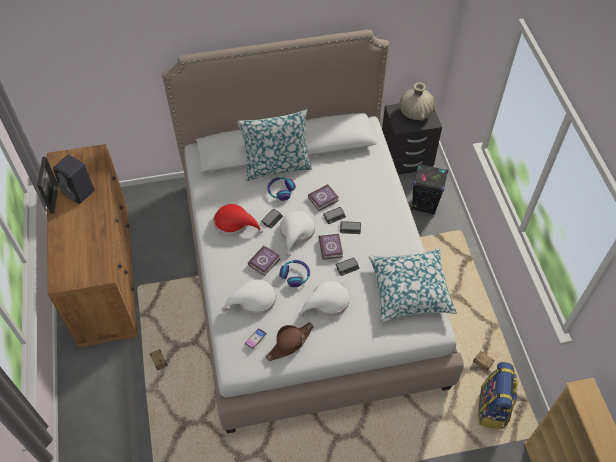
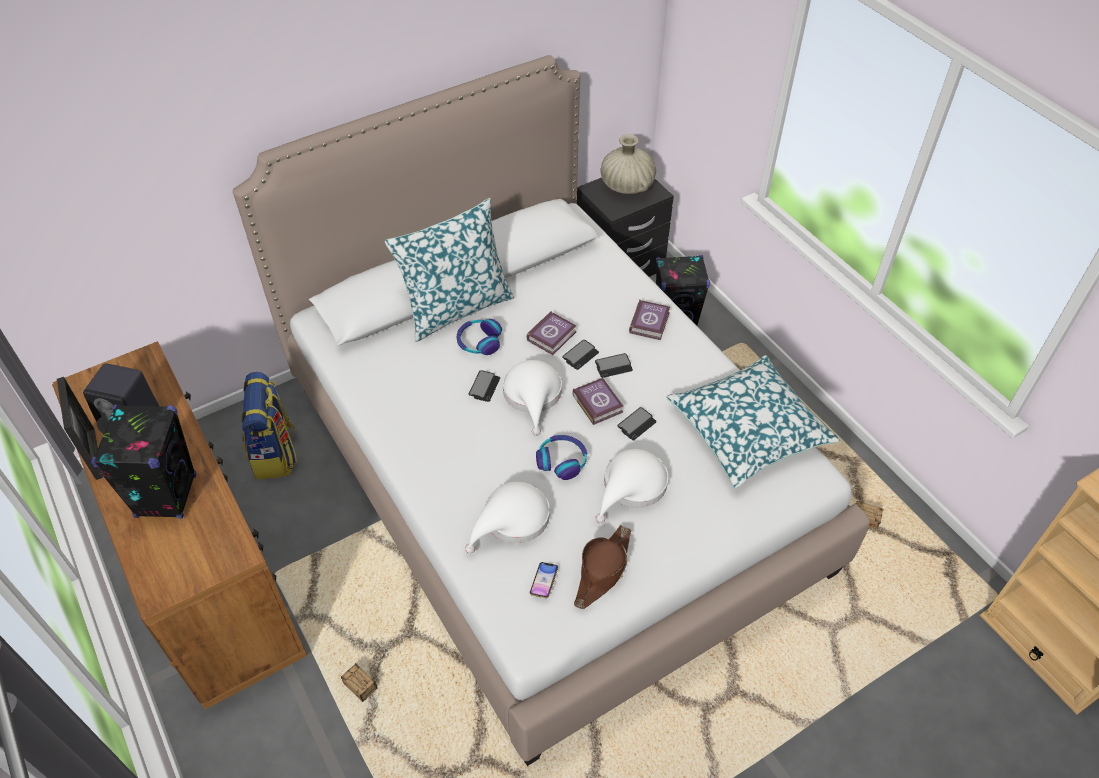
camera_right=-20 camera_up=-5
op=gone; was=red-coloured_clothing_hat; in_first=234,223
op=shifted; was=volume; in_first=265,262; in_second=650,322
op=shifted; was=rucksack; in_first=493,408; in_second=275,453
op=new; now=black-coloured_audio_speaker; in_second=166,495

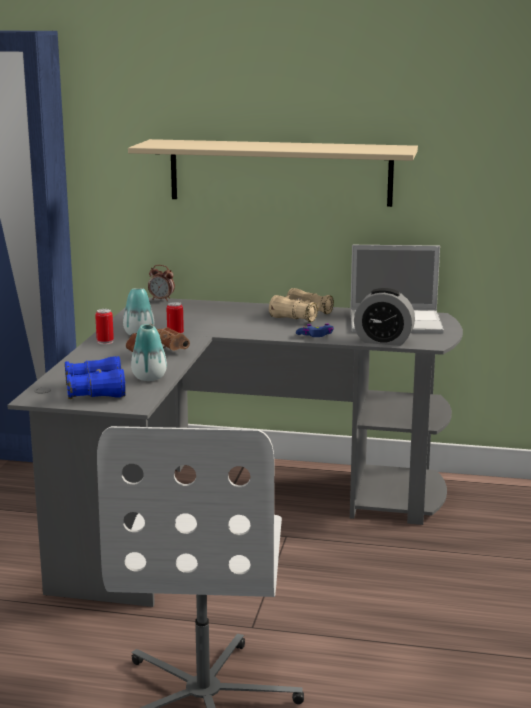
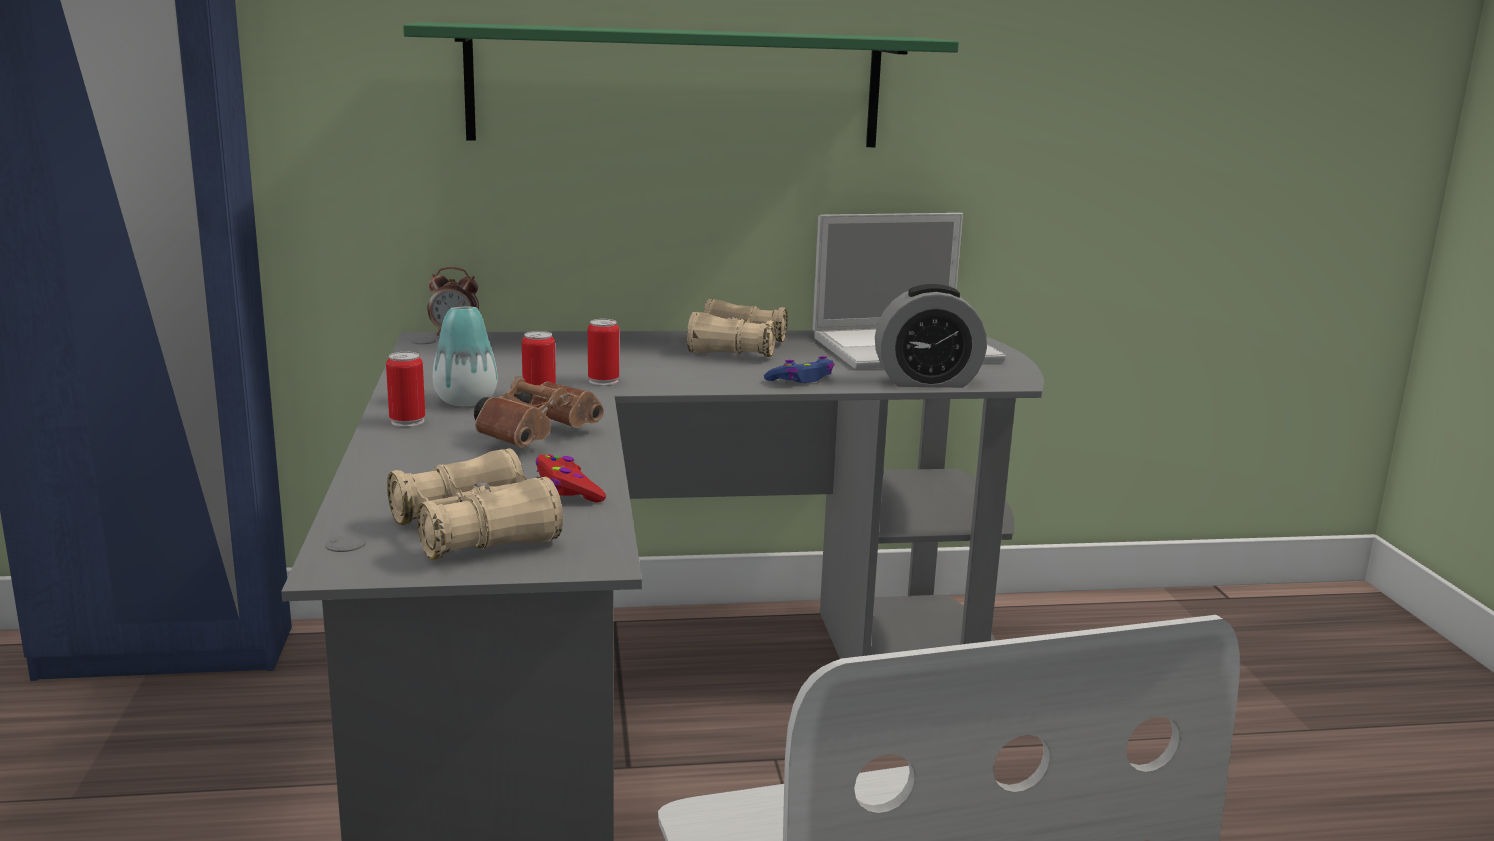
camera_right=-20 camera_up=0
op=repainted; was=blue-coloured_pair_of_binoculars; now=beige_pair_of_binoculars; in_first=95,391; in_second=475,532
op=repainted; was=beige_wall_shelf; now=green_wall_shelf; in_first=280,172; in_second=676,87
op=swapped; was=decorative_vase; now=red-coloured_gamepad; in_first=149,378; in_second=568,490
op=new; now=metal_can; in_second=603,381

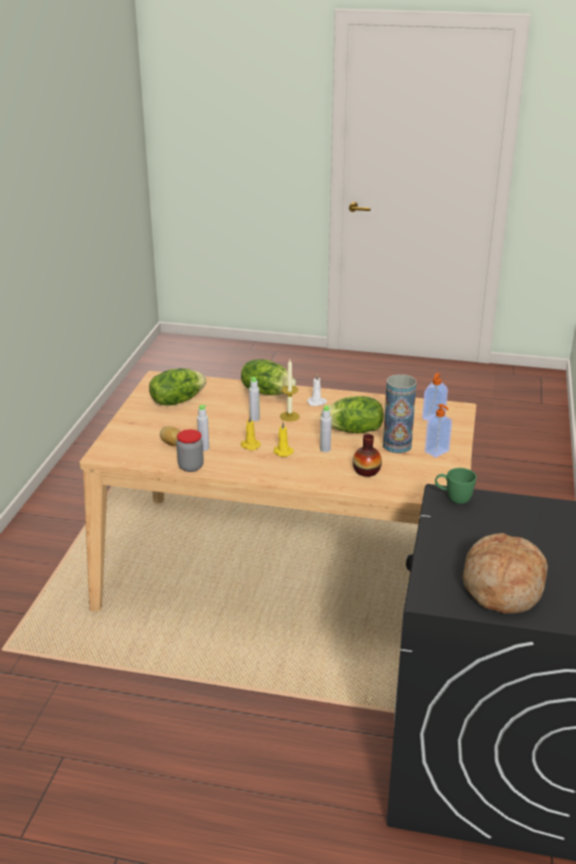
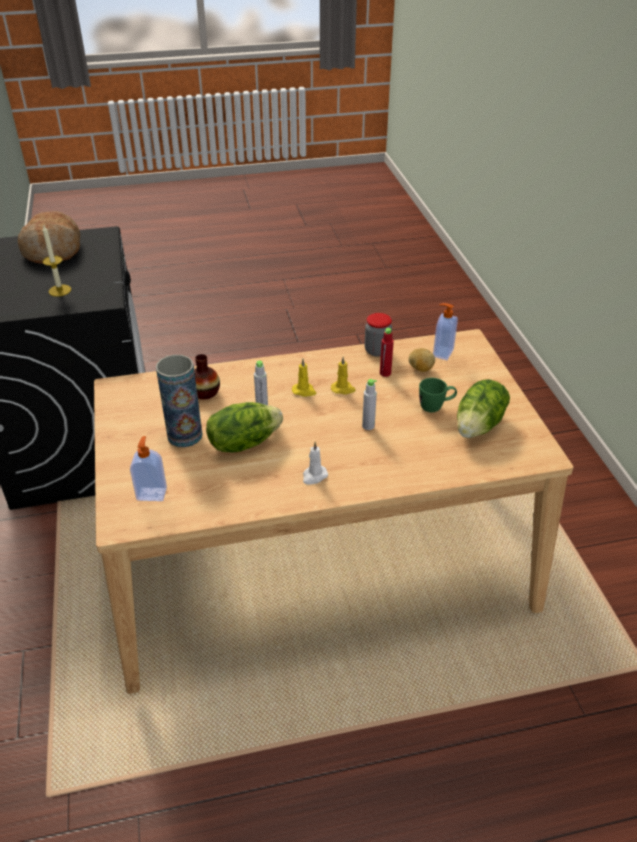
camera_right=155 camera_up=10
op=repainted; was=greyish_beverage_bottle; now=red-coloured_beverage_bottle; in_first=204,448; in_second=385,373
op=gone; was=lettuce; in_first=267,392
op=shifted; was=wax_candle; in_first=289,416; in_second=60,290
op=shifted; was=soap_dispenser; in_first=437,452; in_second=442,353
op=shifted; was=green_mug; in_first=453,499; in_second=436,407

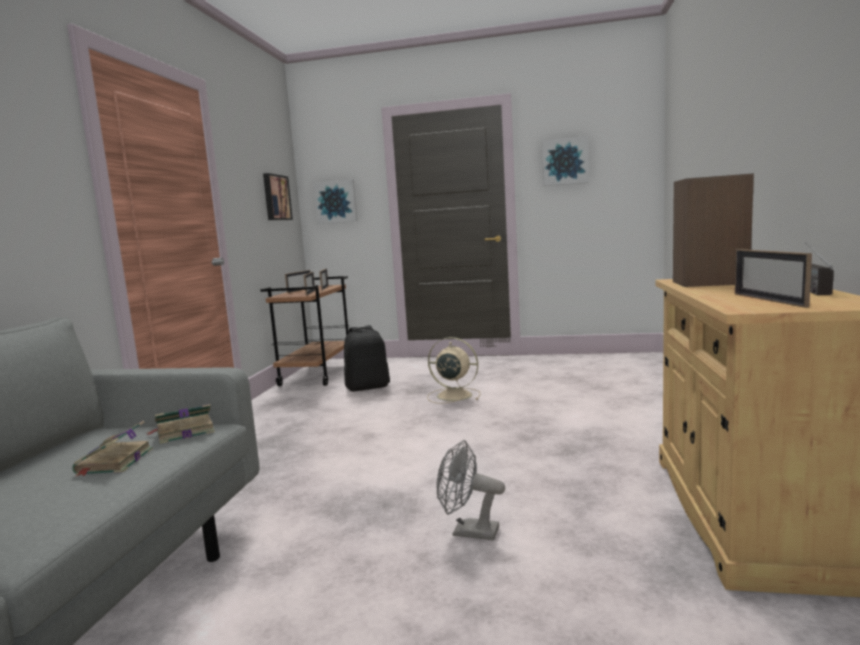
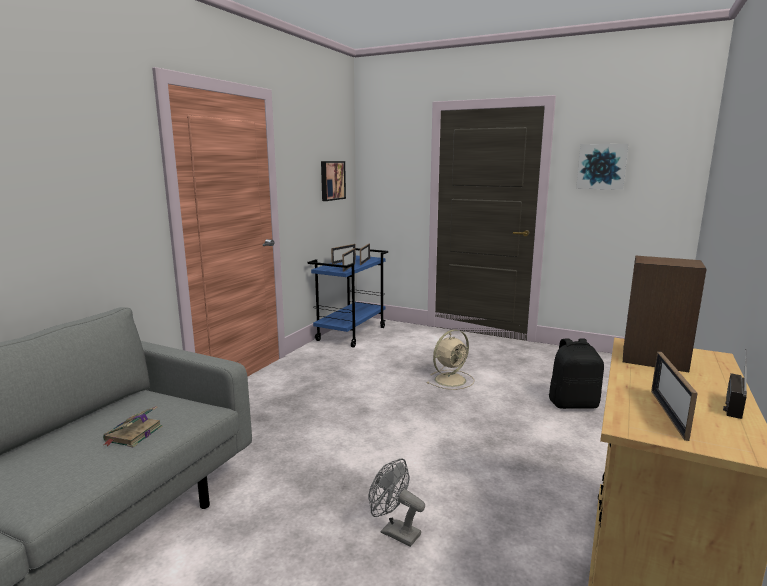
camera_right=15 camera_up=5
op=gone; was=volume; in_first=183,432
op=repainted; was=brownish_trolley; now=blue-coloured_trolley; in_first=317,374; in_second=351,333
op=gone; was=wall_picture; in_first=336,202
op=shifted; was=black-coloured_rucksack; in_first=368,387; in_second=573,404
op=rotated; was=beige_fan; in_first=452,395; in_second=451,379; clockwise=105

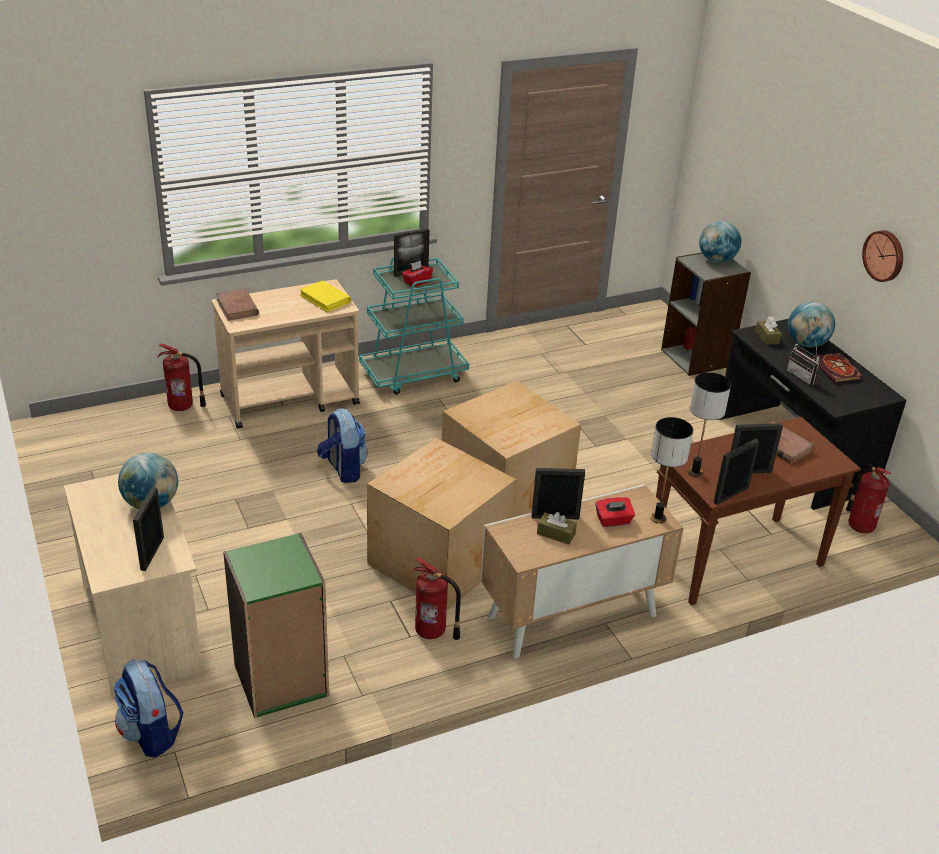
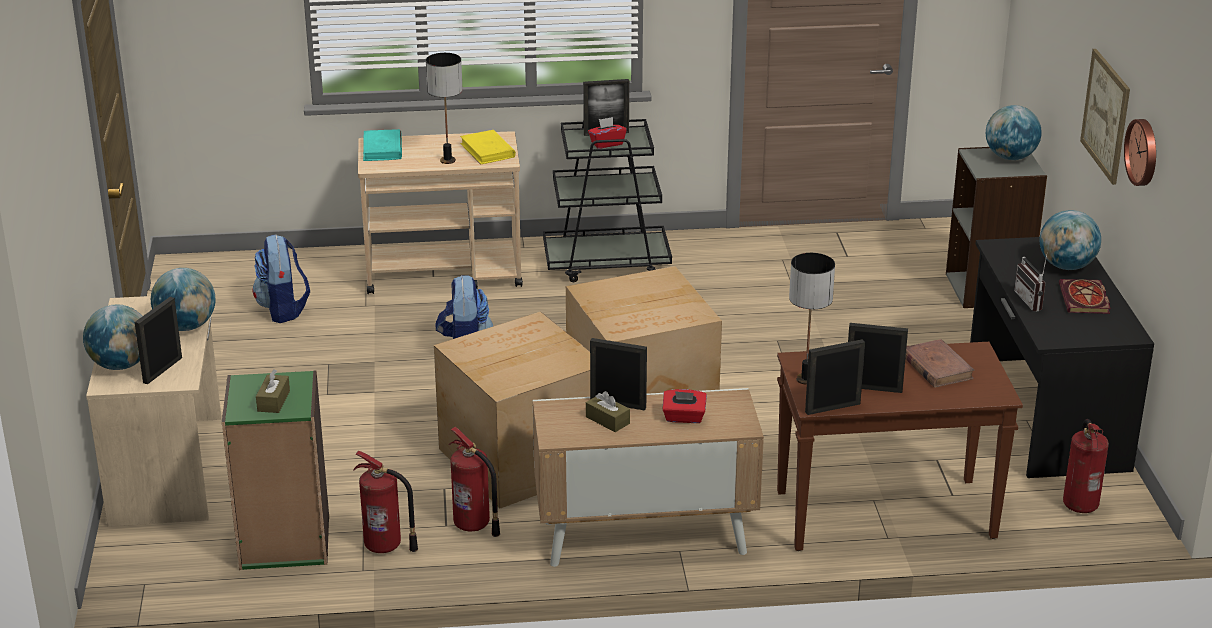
camera_right=20 camera_up=-5
op=shifted; was=rucksack; in_first=151,733; in_second=283,310
op=shifted; was=fire-fighting_cylinder; in_first=182,406; in_second=385,546
op=repainted; was=brownish_volume; now=turquoise_volume; in_first=237,307; in_second=382,149
op=repainted; was=turquoise_trolley; now=black-coloured_trolley; in_first=414,374; in_second=607,263
op=shifted; was=lamp_for_a_table; in_first=658,518; in_second=448,160
op=shifted; was=brownish_box_of_tissues; in_first=767,337; in_second=273,401
op=new; now=desk_globe; in_second=121,365
op=new; now=wall_picture; in_second=1106,115

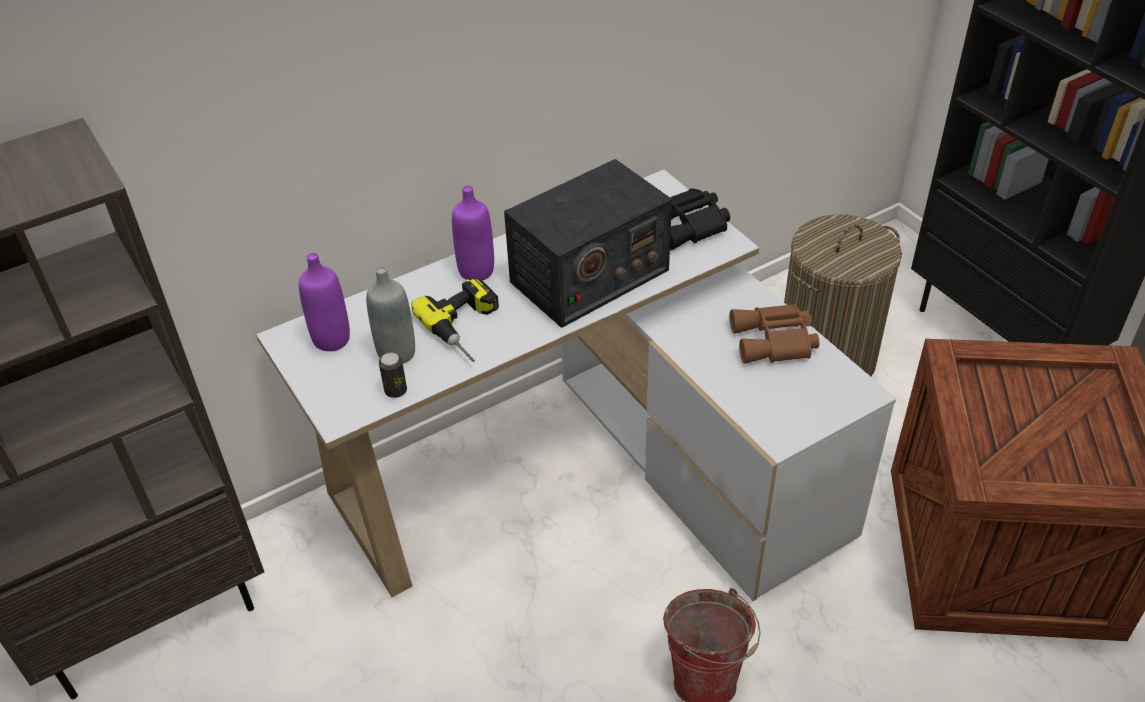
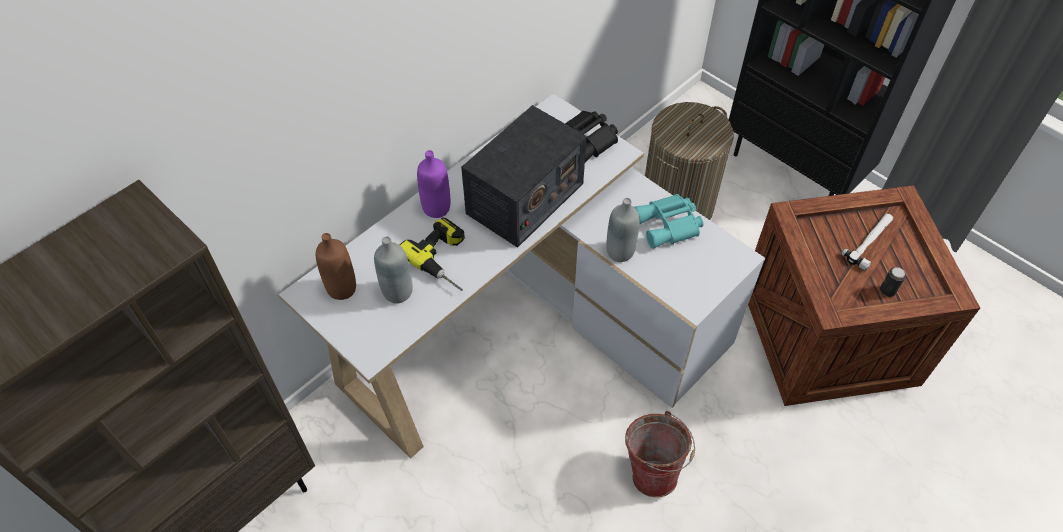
camera_right=-15 camera_up=10
op=repainted; was=purplish_beverage_bottle; now=brownish_beverage_bottle; in_first=331,339; in_second=342,288
op=shifted; was=metal_can; in_first=395,390; in_second=887,291
op=repainted; was=brownish_pair_of_binoculars; now=turquoise_pair_of_binoculars; in_first=775,342; in_second=669,226
op=new; now=greyish_beverage_bottle; in_second=620,252
op=new; now=tool_hammer; in_second=870,241

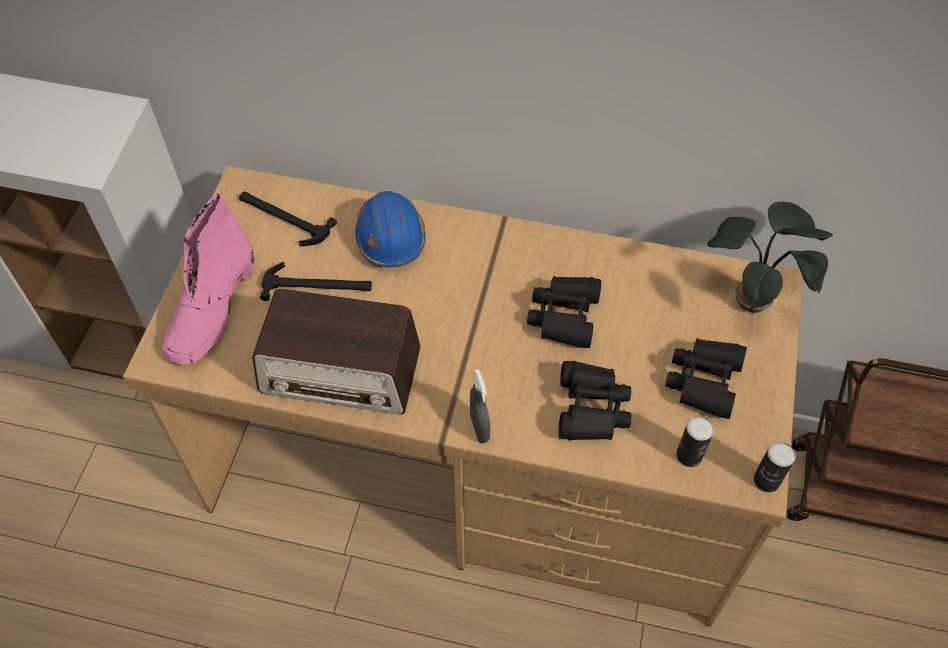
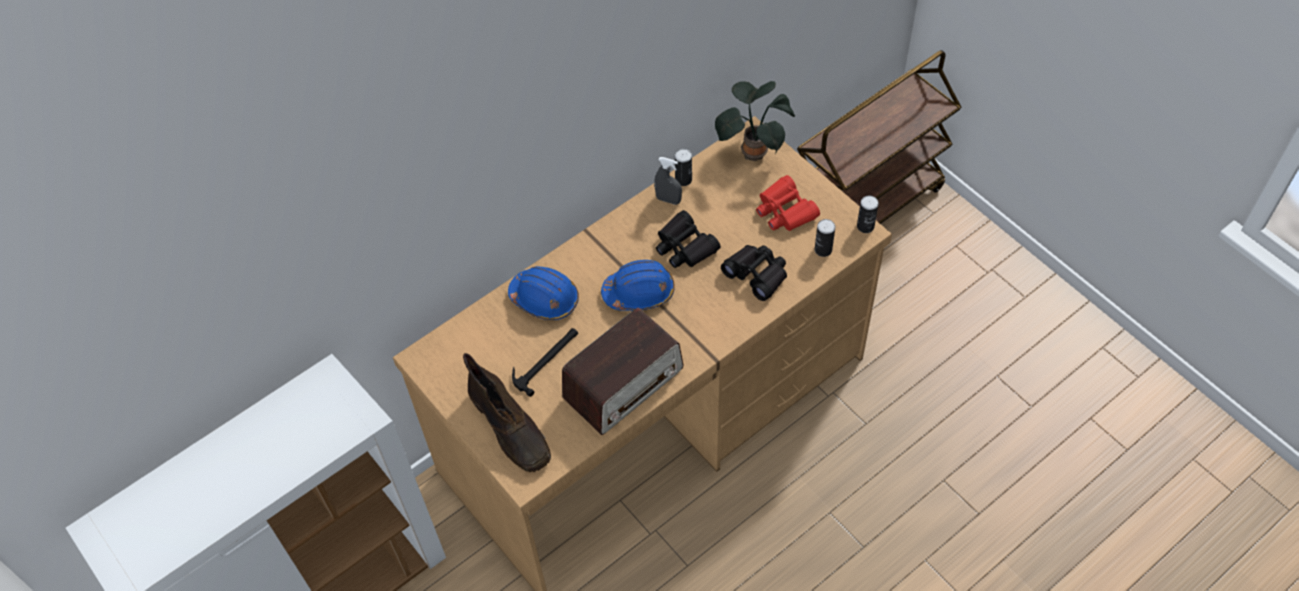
camera_right=-50 camera_up=0
op=repainted; was=pink-coloured_boot; now=brownish_boot; in_first=212,308; in_second=511,428
op=gone; was=tool_hammer; in_first=283,218
op=shifted; was=greyish_spray_bottle; in_first=479,428; in_second=668,200
op=repainted; was=black-coloured_pair_of_binoculars; now=red-coloured_pair_of_binoculars; in_first=704,381; in_second=785,211
op=new; now=blue-coloured_safety_helmet; in_second=639,292
op=new; now=metal_can; in_second=683,179

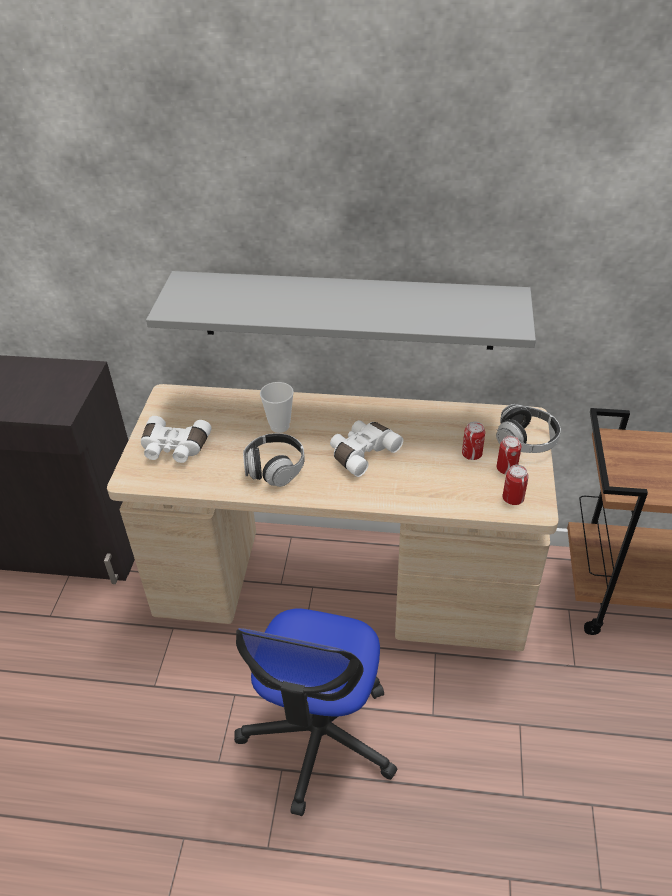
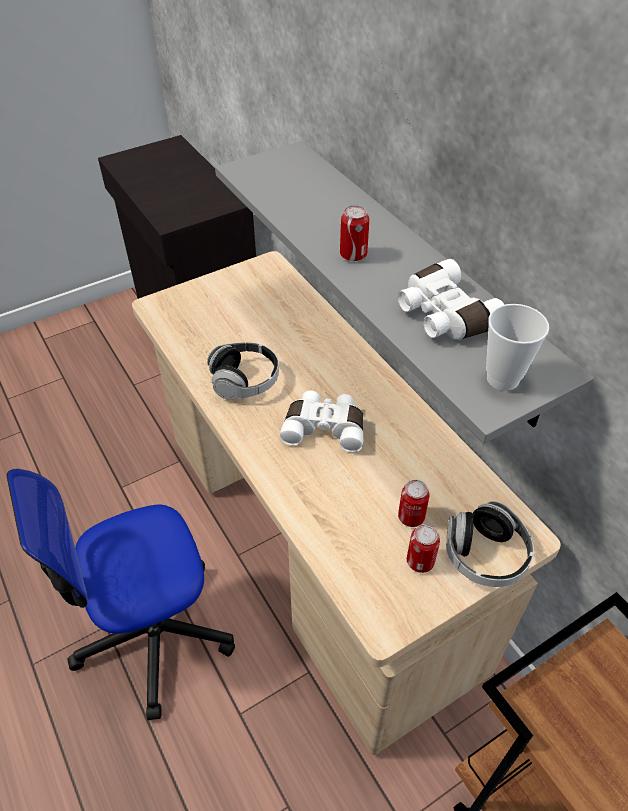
camera_right=50 camera_up=5
op=shifted; was=whitish_pair_of_binoculars; in_first=174,448; in_second=443,316
op=shifted; was=small_cup; in_first=279,426; in_second=502,379
op=shifted; was=metal_can; in_first=513,498; in_second=353,255

